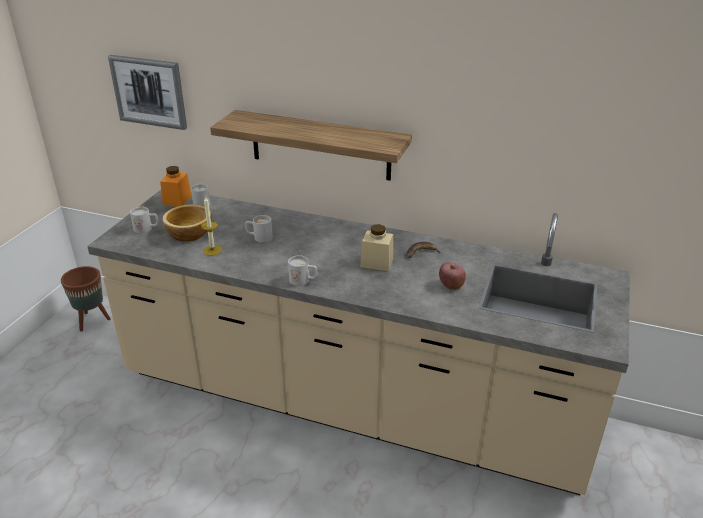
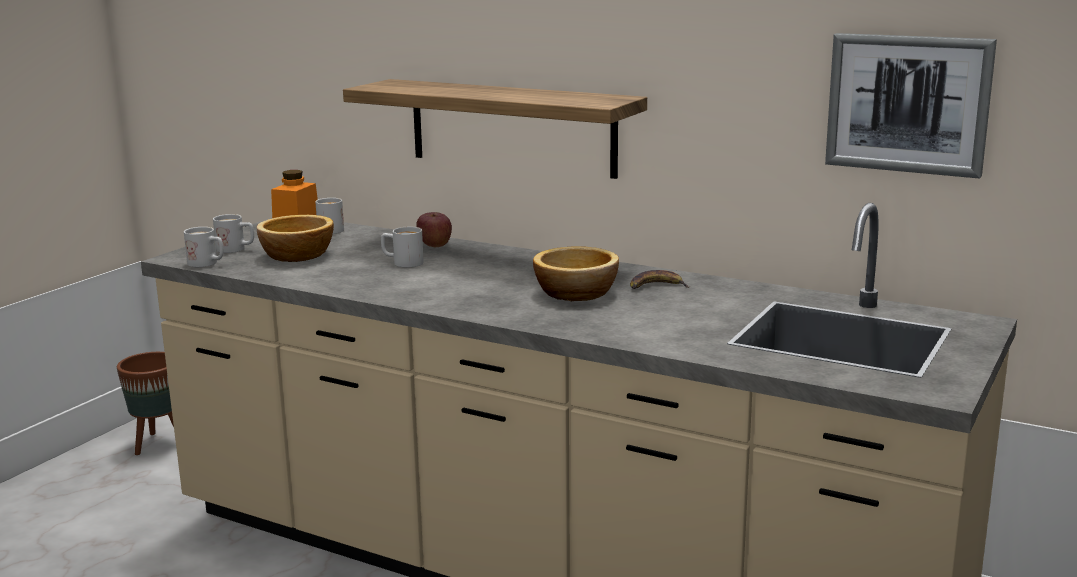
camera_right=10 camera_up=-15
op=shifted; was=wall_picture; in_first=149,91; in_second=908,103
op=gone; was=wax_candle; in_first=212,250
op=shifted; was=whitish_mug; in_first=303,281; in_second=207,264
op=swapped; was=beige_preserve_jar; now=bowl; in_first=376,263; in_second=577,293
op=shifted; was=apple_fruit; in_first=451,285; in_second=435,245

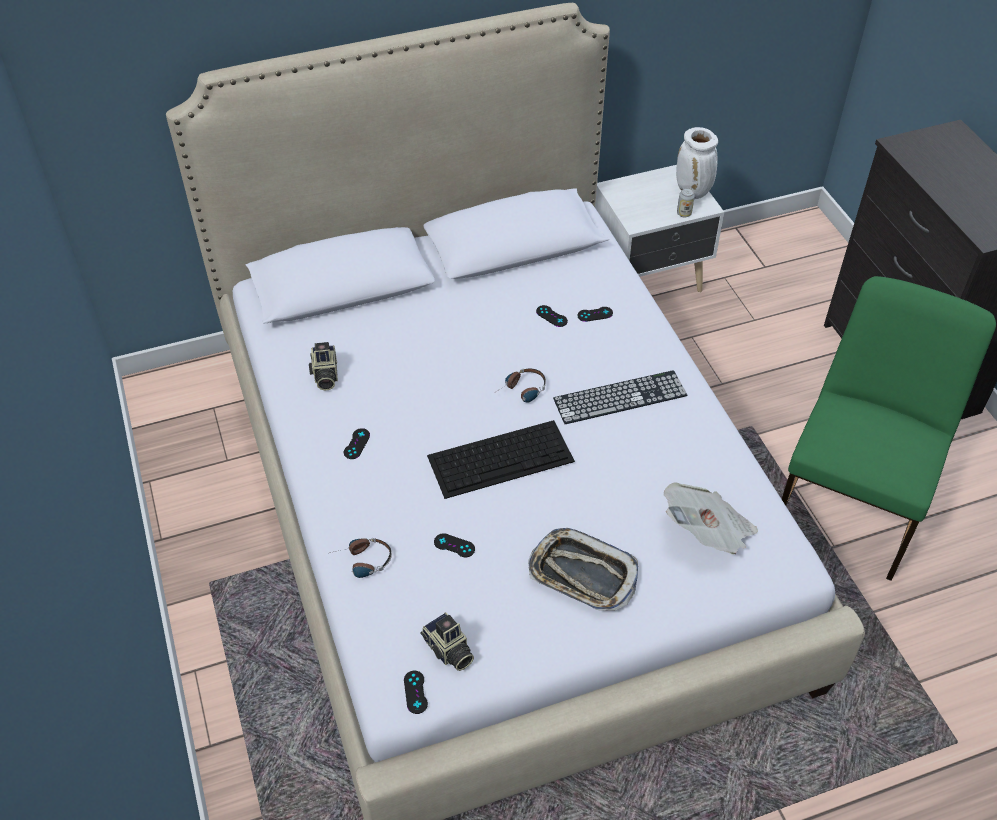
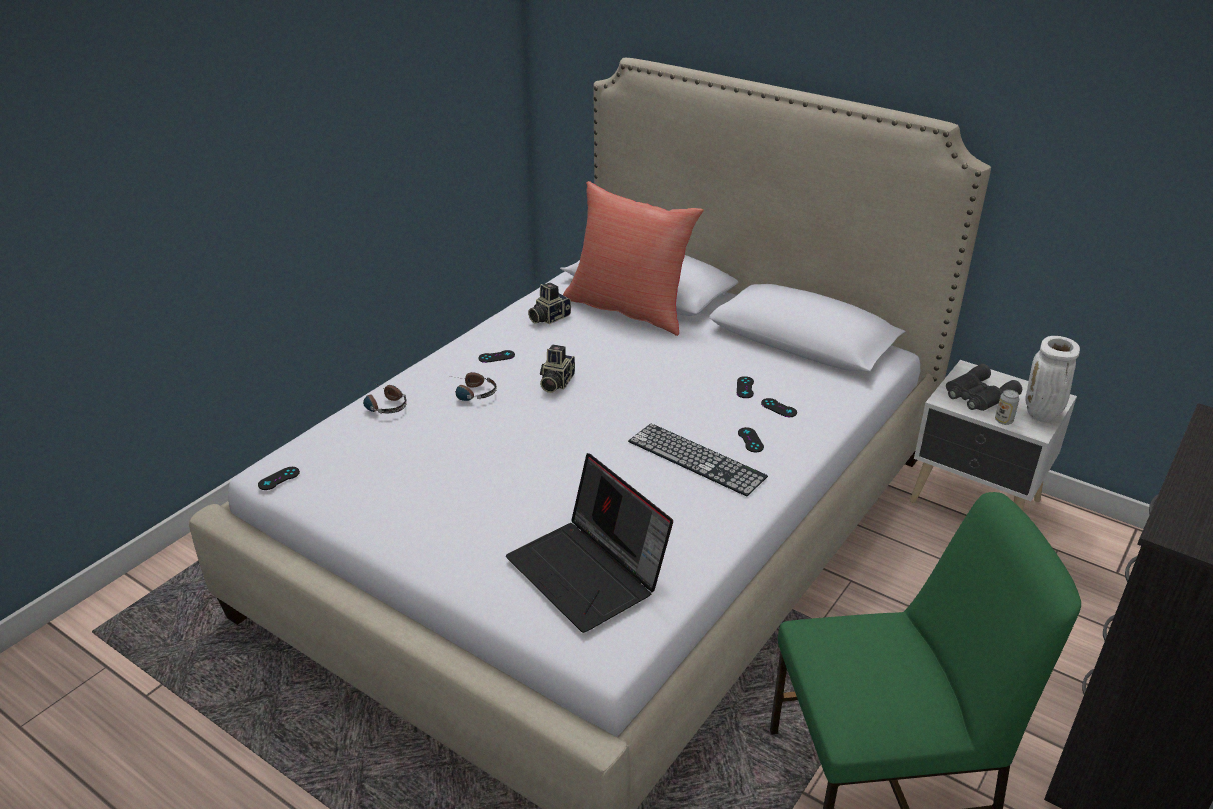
camera_right=55 camera_up=-15
op=shifted; was=photo_camera; in_first=448,651; in_second=555,382
op=gone; was=PC_keyboard; in_first=501,458
op=shifted; was=black-coloured_gamepad; in_first=454,545; in_second=750,440
op=shifted; was=headset; in_first=521,392; in_second=470,393
op=gone; was=serving_tray; in_first=582,574
op=swapped; was=printed_paper; now=notebook_computer; in_first=707,533; in_second=589,573
op=new; now=red-coloured_throw_pillow; in_second=629,309
op=new; now=greyish_pair_of_binoculars; in_second=978,395

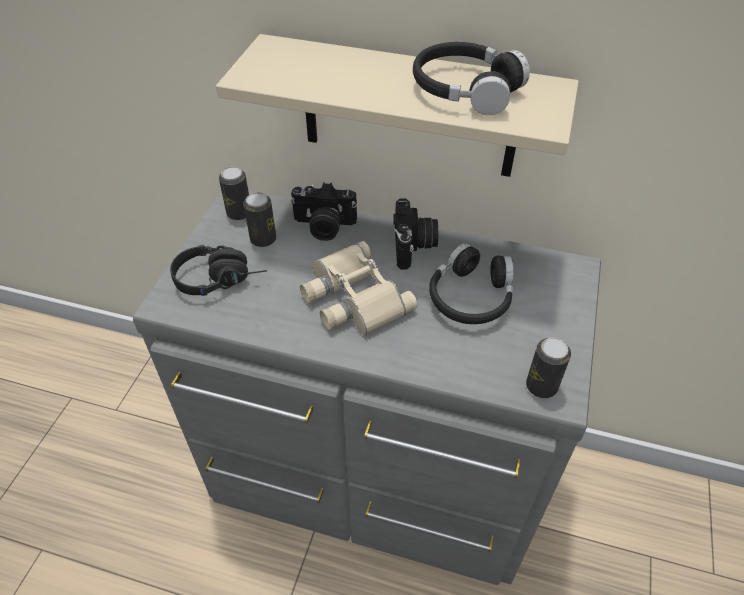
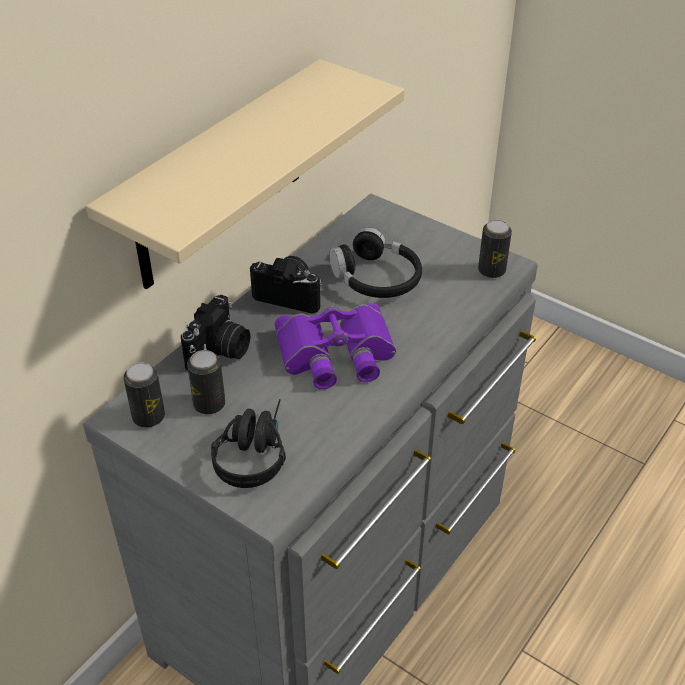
camera_right=-70 camera_up=-5
op=repainted; was=beige_pair_of_binoculars; now=purplish_pair_of_binoculars; in_first=351,297; in_second=336,355
op=gone; was=black-coloured_headset; in_first=465,89

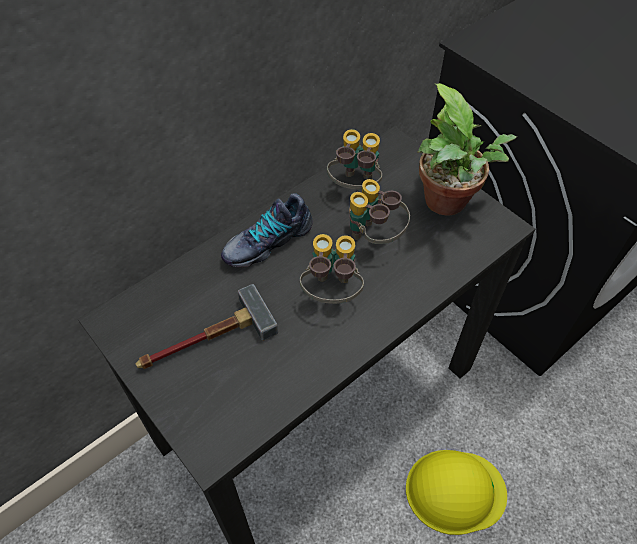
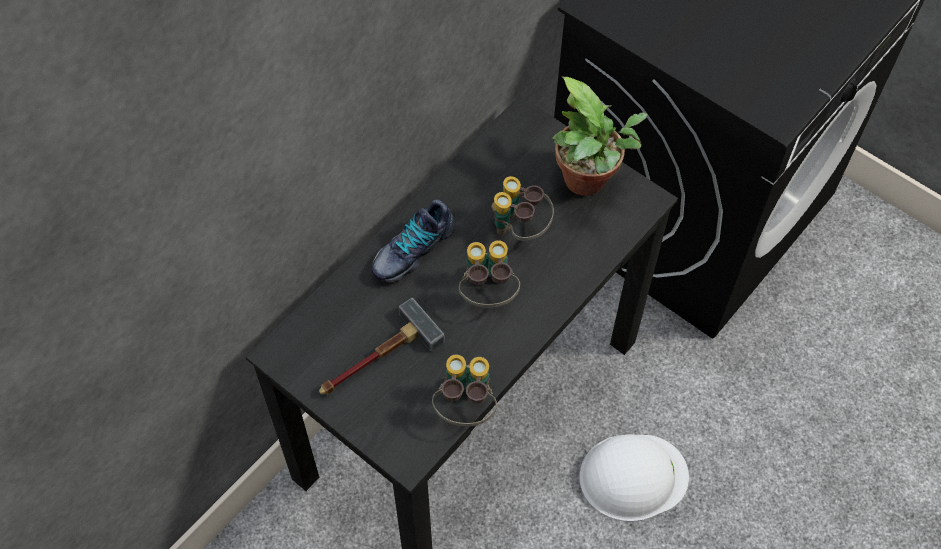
camera_right=-10 camera_up=5
op=shifted; was=pair_of_binoculars; in_first=355,186; in_second=465,407
op=repainted; was=yellow-coloured_safety_helmet; now=whitish_safety_helmet; in_first=454,490; in_second=632,476

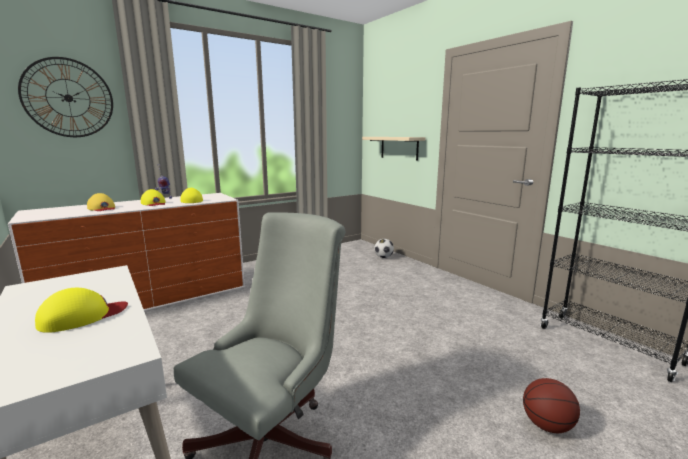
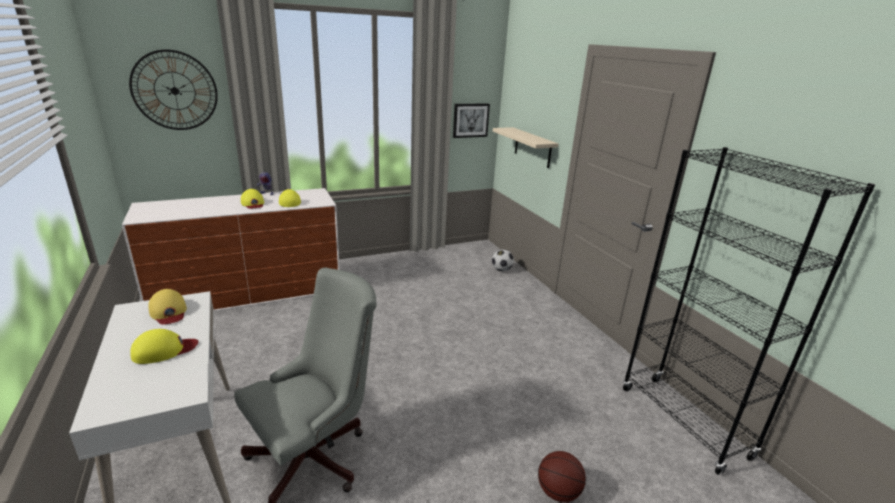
camera_right=10 camera_up=10
op=shifted; was=yellow-coloured_cap; in_first=102,208; in_second=168,311
op=new; now=wall_picture; in_second=470,120

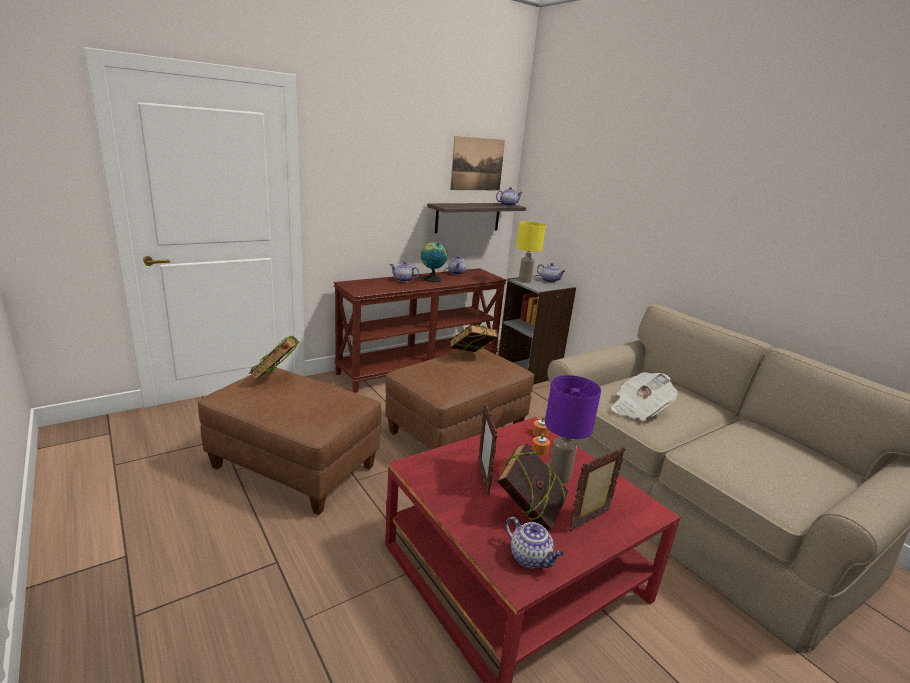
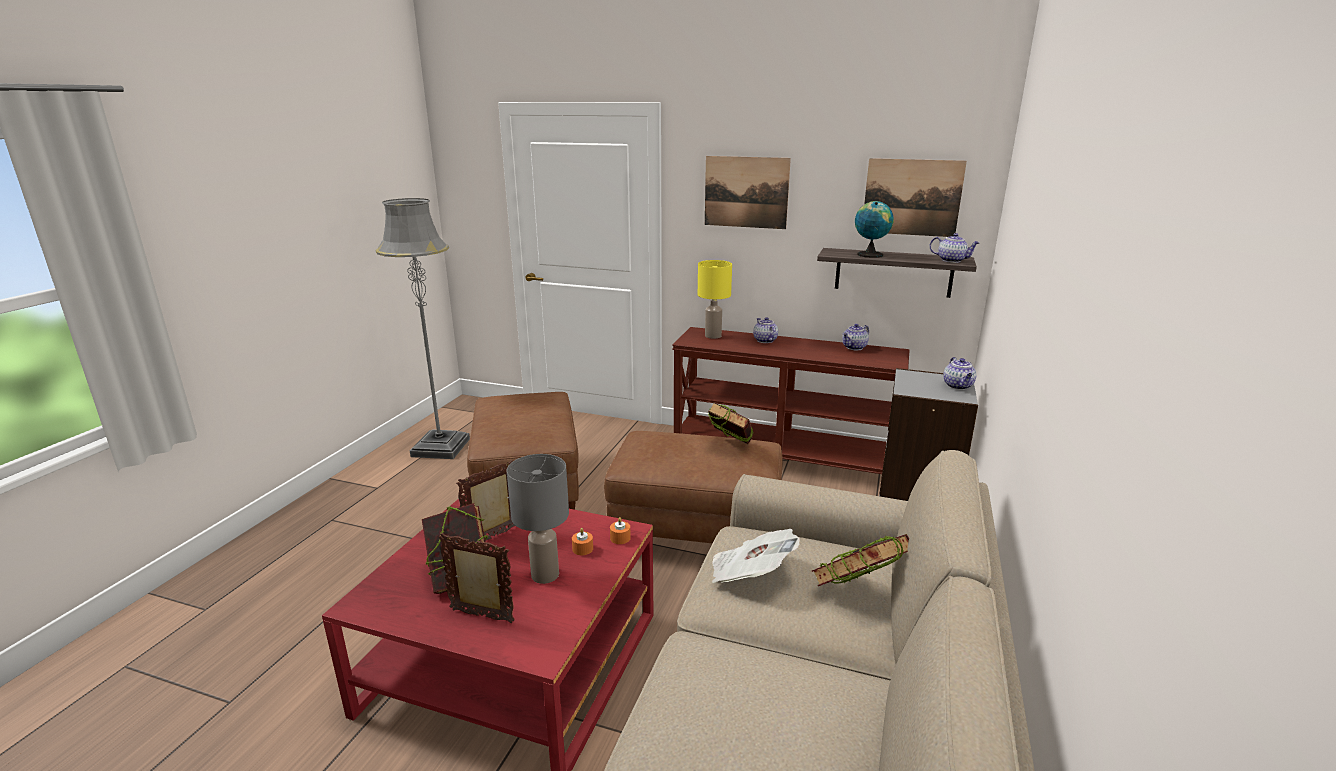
camera_right=55 camera_up=0
op=shifted; was=volume; in_first=276,378; in_second=858,593
op=shifted; was=desk_globe; in_first=432,279; in_second=869,254
op=gone; was=teapot; in_first=530,558
op=shifted; was=yellow-coloured_lamp_for_a_table; in_first=525,281; in_second=713,336
op=repainted; was=purplish_lamp_for_a_table; now=greyish_lamp_for_a_table; in_first=558,475; in_second=546,574
op=new; now=greyish_standing_lamp; in_second=440,448
op=new; now=wall_picture; in_second=746,192

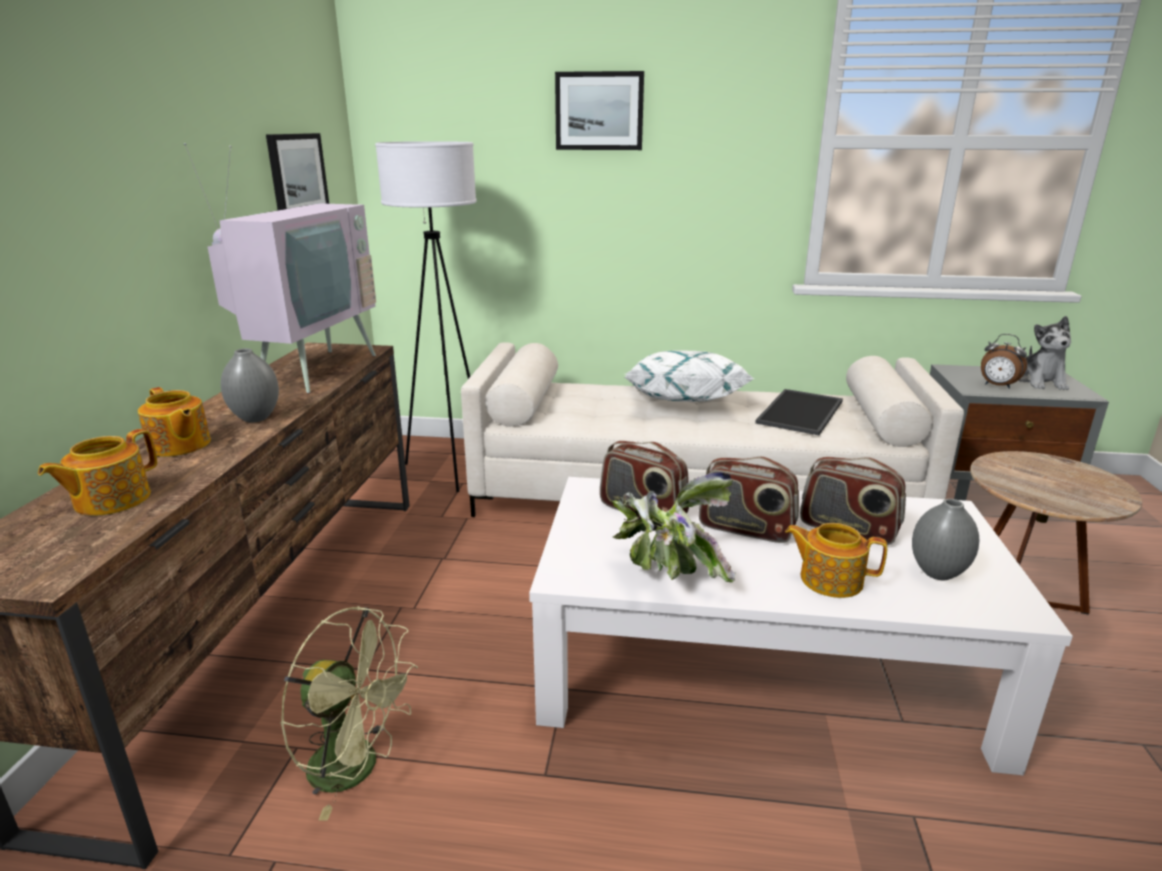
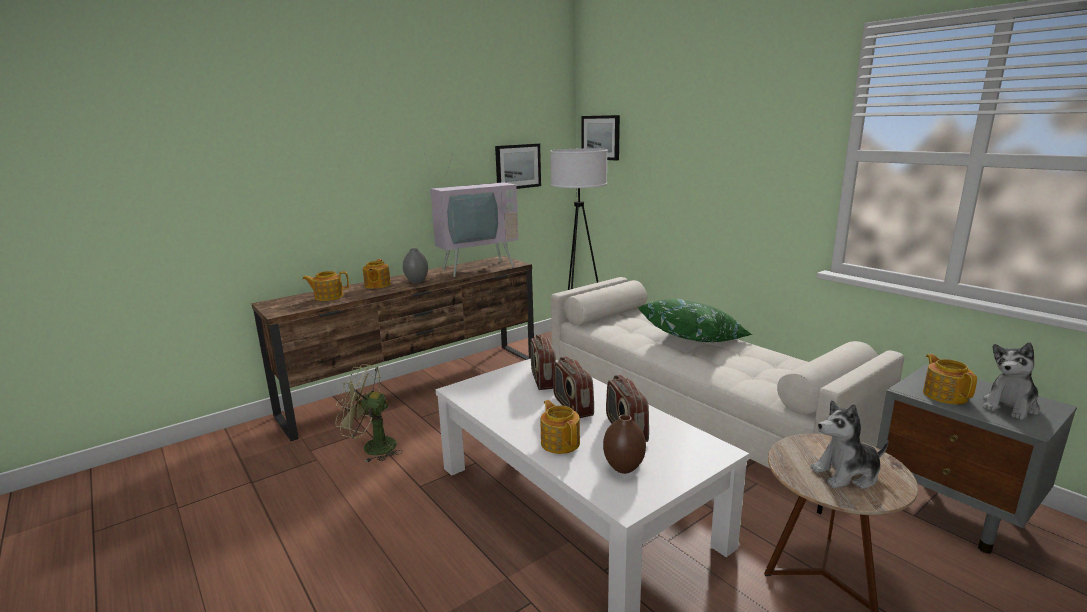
camera_right=45 camera_up=-5
op=rotated; was=green_fan; in_first=357,768; in_second=372,447; clockwise=120
op=shifted; was=wall_picture; in_first=599,111; in_second=601,137
op=gone; was=potted_plant; in_first=666,573
op=repainted; was=whitish_throw_pillow; now=green_throw_pillow; in_first=681,401; in_second=694,339
op=gone; was=serving_tray; in_first=801,412
op=repainted; was=greyish_decorative_vase; now=brownish_decorative_vase; in_first=938,573; in_second=624,468
op=swapped; was=alarm_clock; now=teapot; in_first=997,386; in_second=944,395
op=new; now=soft_toy; in_second=846,474

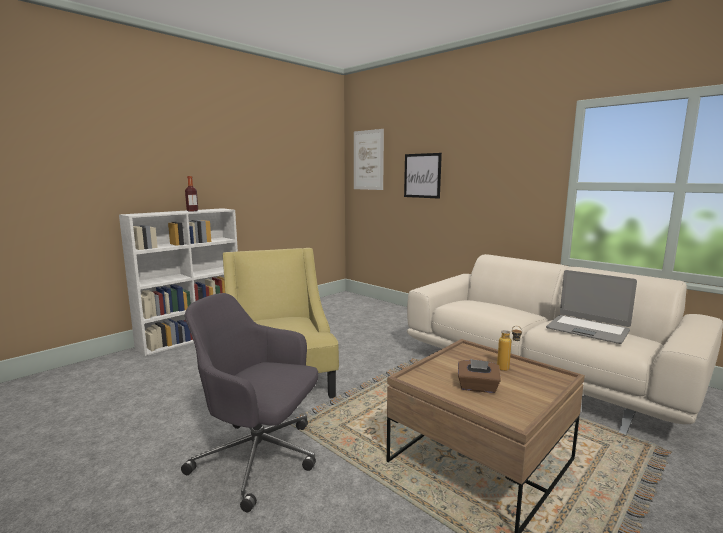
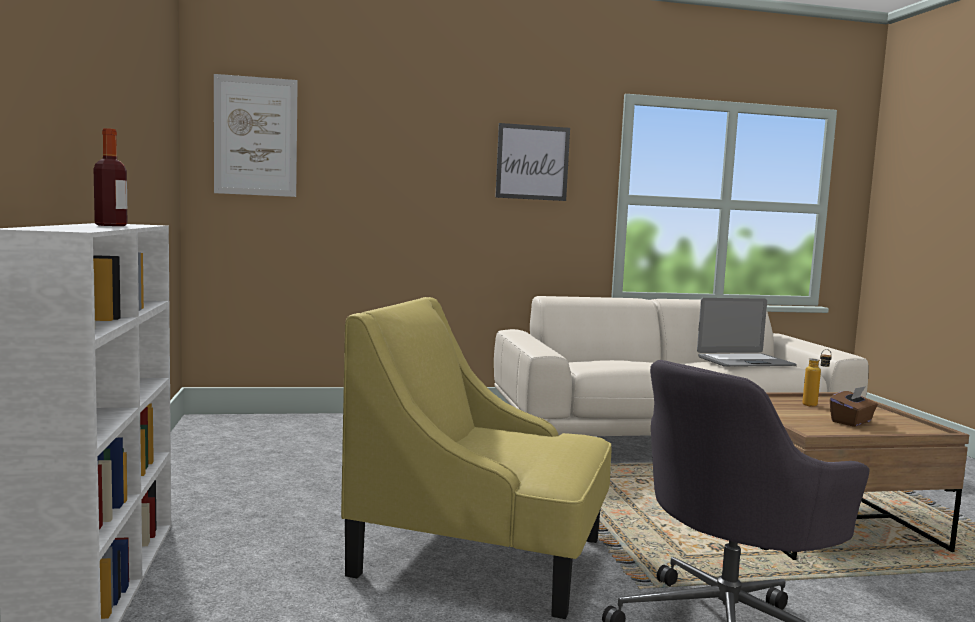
camera_right=-55 camera_up=-5
op=shifted; was=wall_picture; in_first=422,175; in_second=532,162

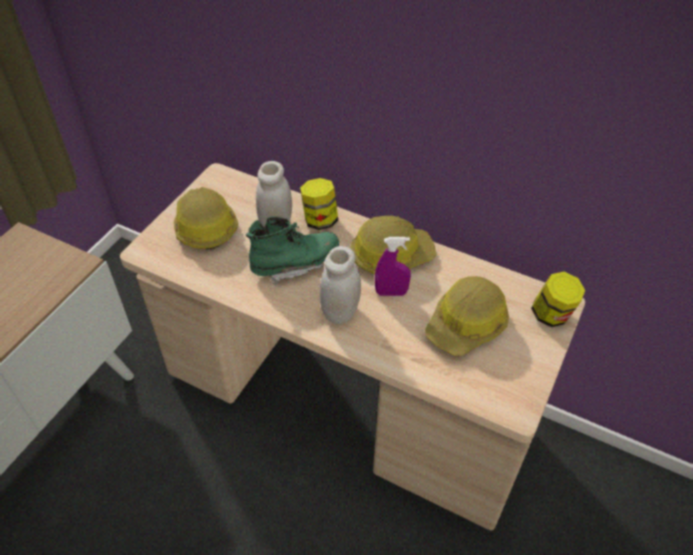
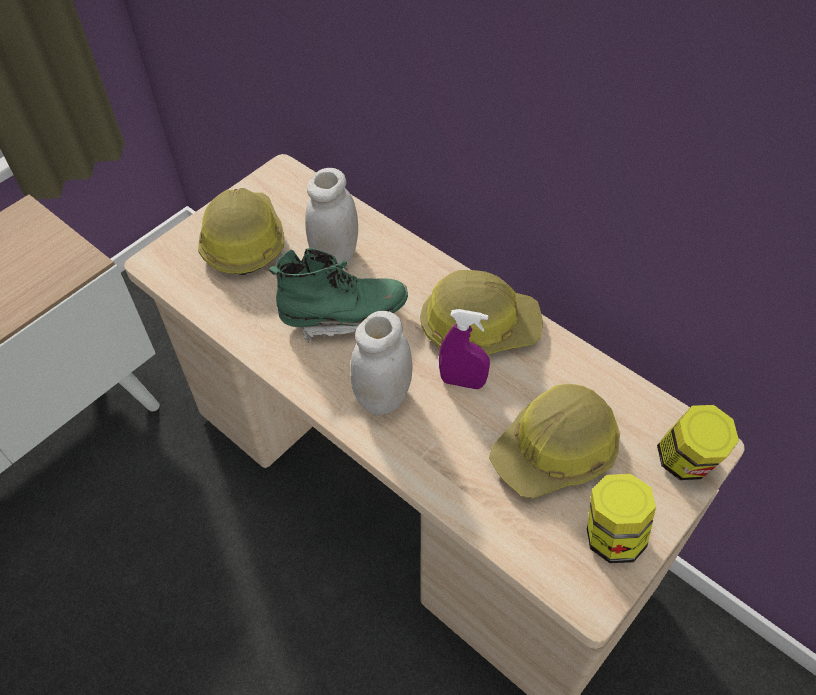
camera_right=15 camera_up=5
op=shifted; was=preserve_jar; in_first=319,220; in_second=612,535

